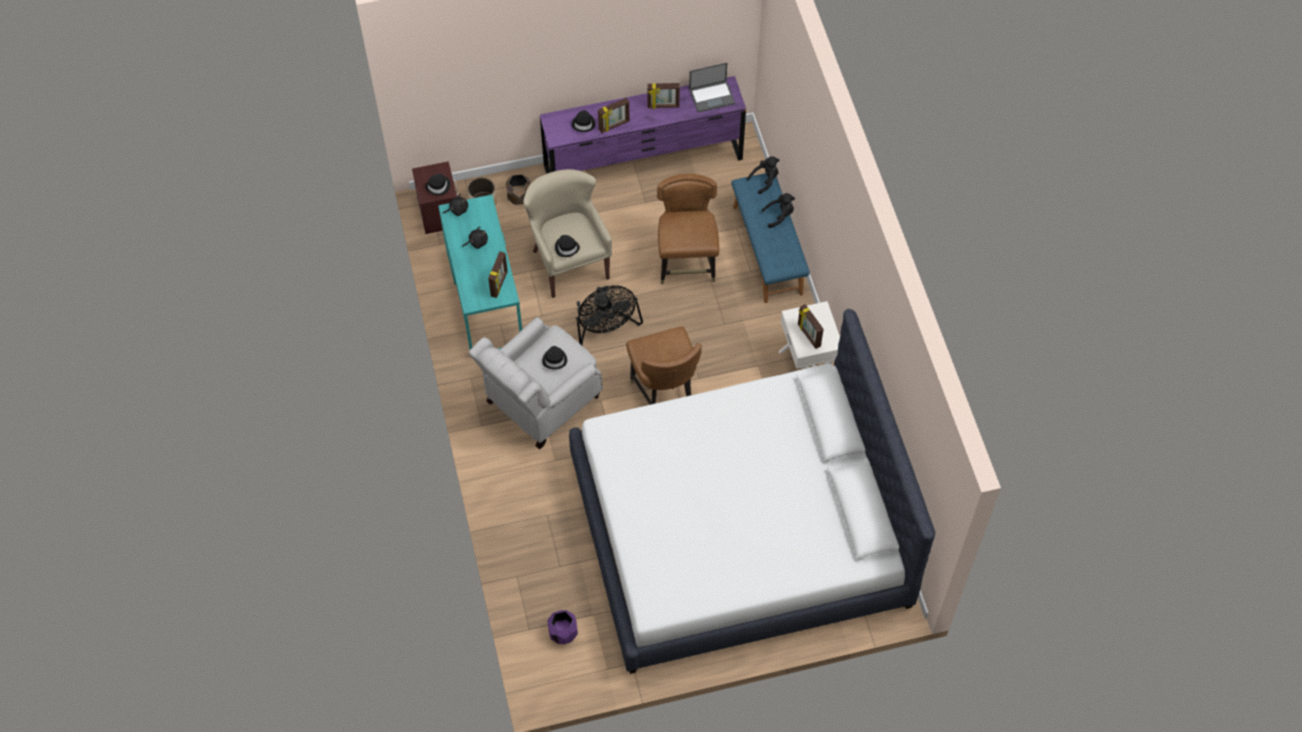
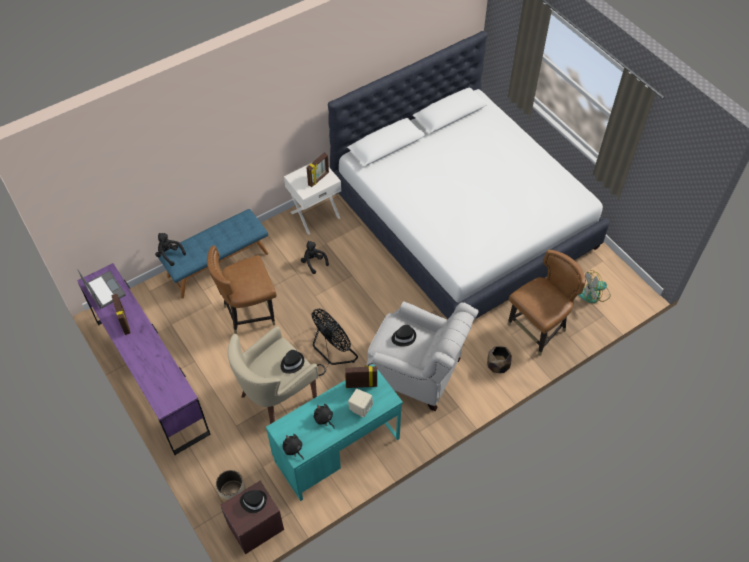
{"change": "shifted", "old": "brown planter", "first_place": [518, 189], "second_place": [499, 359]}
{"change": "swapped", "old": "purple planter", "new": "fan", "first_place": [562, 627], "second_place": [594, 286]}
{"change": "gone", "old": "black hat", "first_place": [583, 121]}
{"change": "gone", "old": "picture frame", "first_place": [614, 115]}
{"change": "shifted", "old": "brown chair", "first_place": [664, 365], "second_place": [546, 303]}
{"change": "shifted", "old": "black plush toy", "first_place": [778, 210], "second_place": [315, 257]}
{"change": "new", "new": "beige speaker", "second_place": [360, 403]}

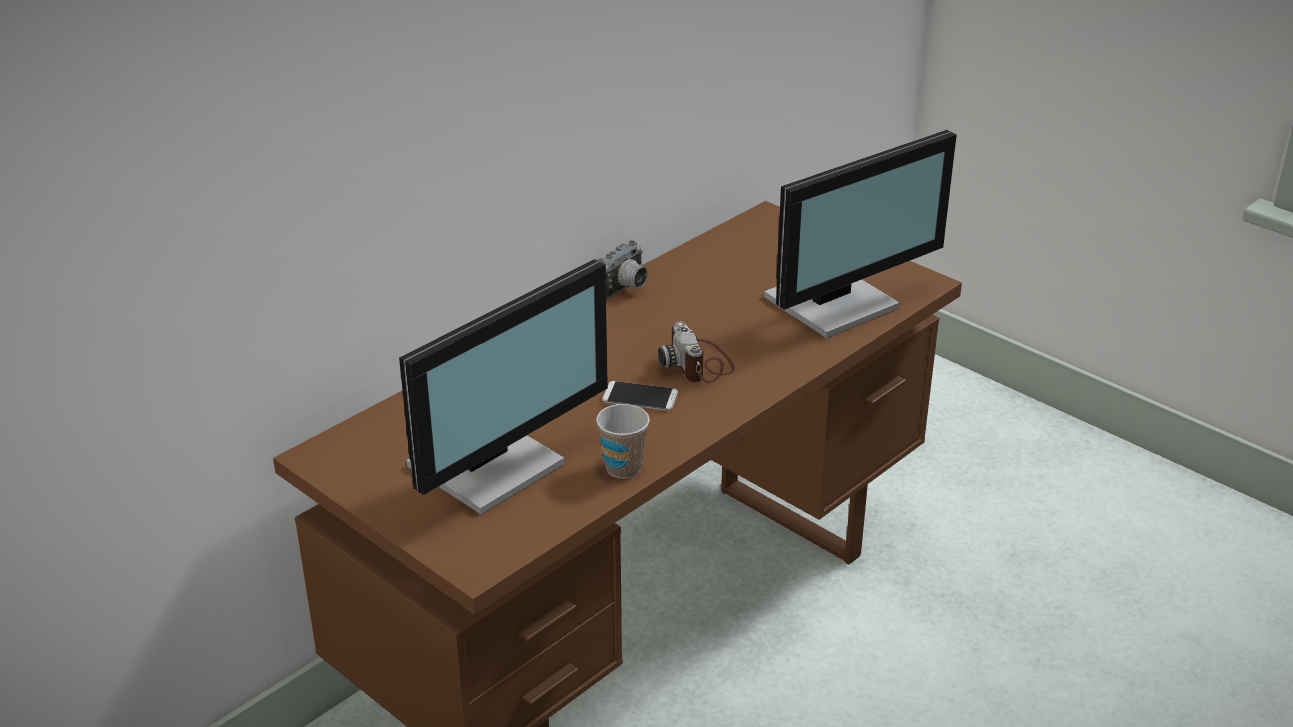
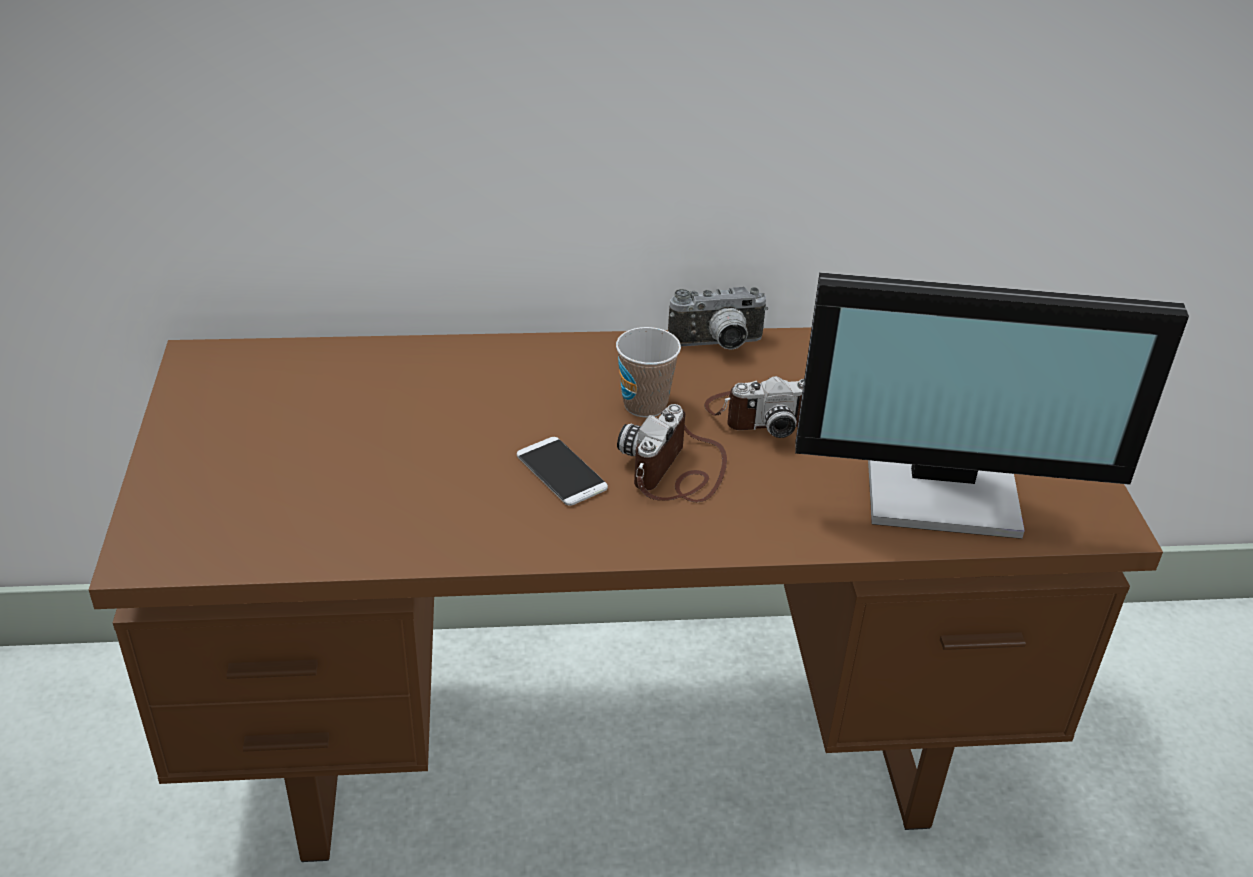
{"change": "gone", "old": "monitor", "first_place": [503, 387]}
{"change": "shifted", "old": "cup", "first_place": [623, 441], "second_place": [648, 372]}
{"change": "new", "new": "photo camera", "second_place": [754, 407]}

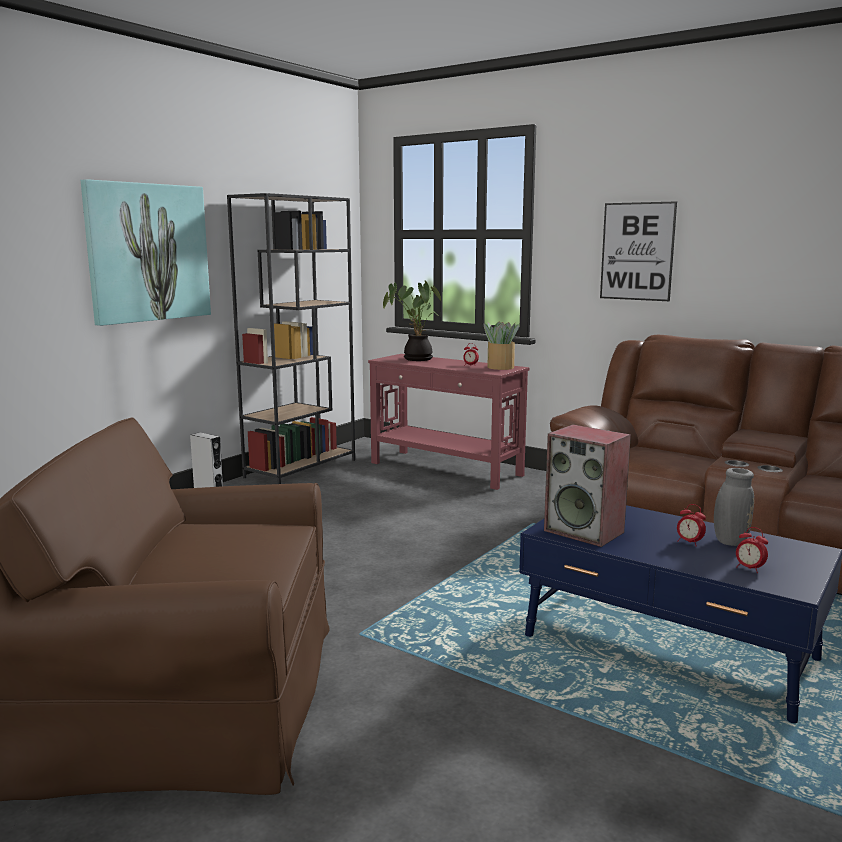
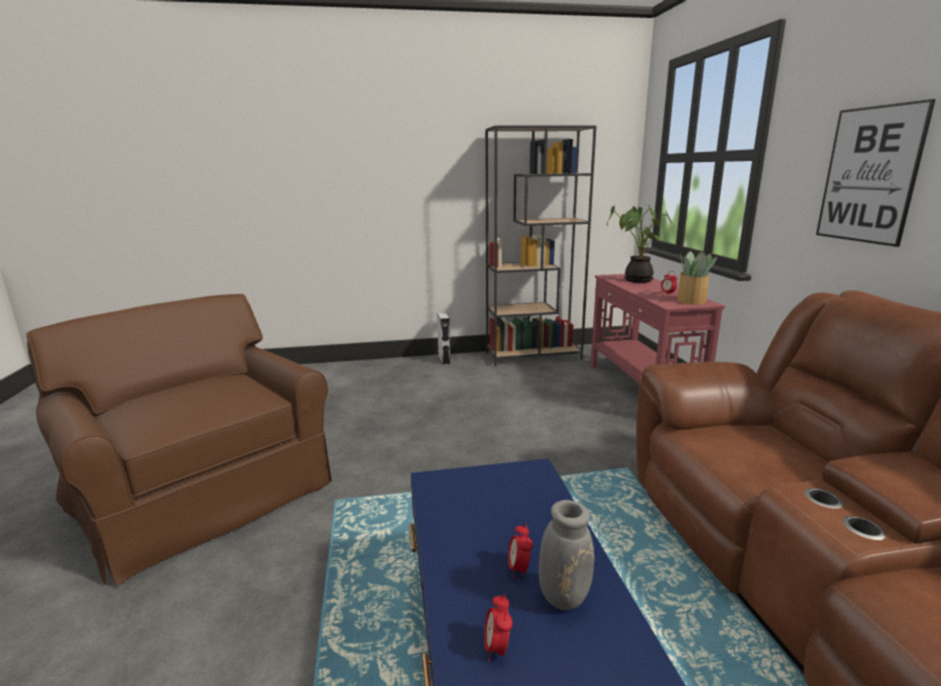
{"change": "gone", "old": "picture", "first_place": [146, 252]}
{"change": "gone", "old": "speaker", "first_place": [587, 485]}

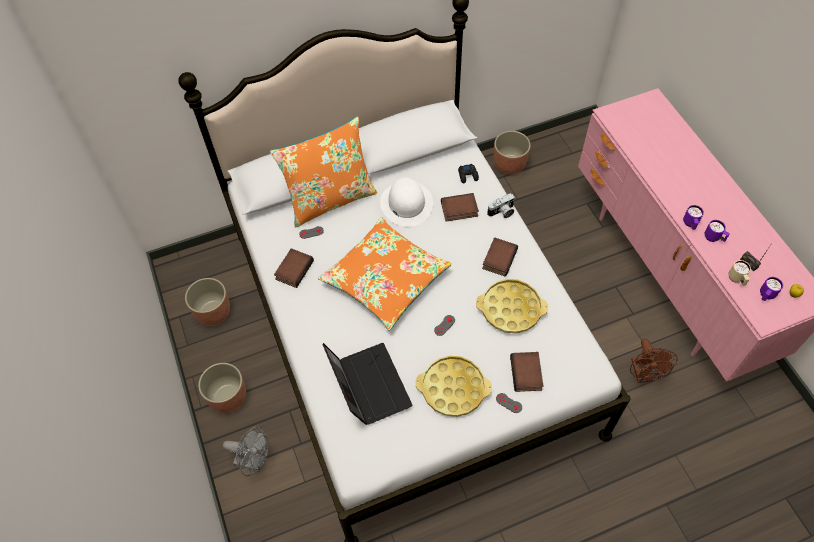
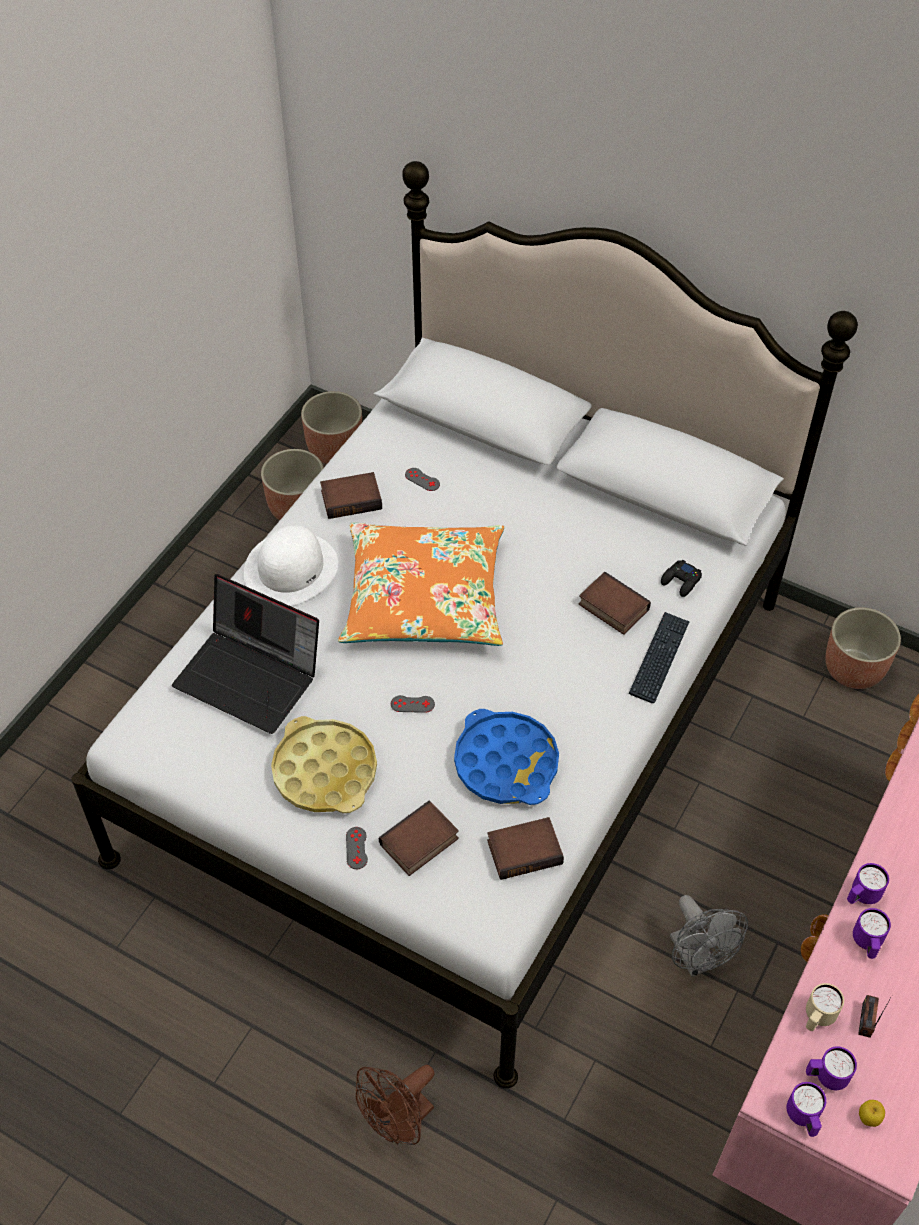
{"change": "shifted", "old": "planter", "first_place": [222, 388], "second_place": [331, 427]}
{"change": "shifted", "old": "grey fan", "first_place": [246, 451], "second_place": [709, 936]}
{"change": "gone", "old": "orange pillow", "first_place": [323, 172]}
{"change": "rotated", "old": "laptop", "first_place": [367, 384], "second_place": [245, 654], "degrees": 90}
{"change": "shifted", "old": "white hat", "first_place": [406, 202], "second_place": [291, 565]}
{"change": "repainted", "old": "yellow tray", "new": "blue tray", "first_place": [512, 306], "second_place": [506, 757]}
{"change": "shifted", "old": "book", "first_place": [500, 257], "second_place": [525, 848]}
{"change": "swapped", "old": "photo camera", "new": "keyboard", "first_place": [500, 205], "second_place": [659, 657]}
{"change": "shifted", "old": "brown fan", "first_place": [654, 360], "second_place": [395, 1105]}
{"change": "new", "new": "purple mug", "second_place": [806, 1109]}

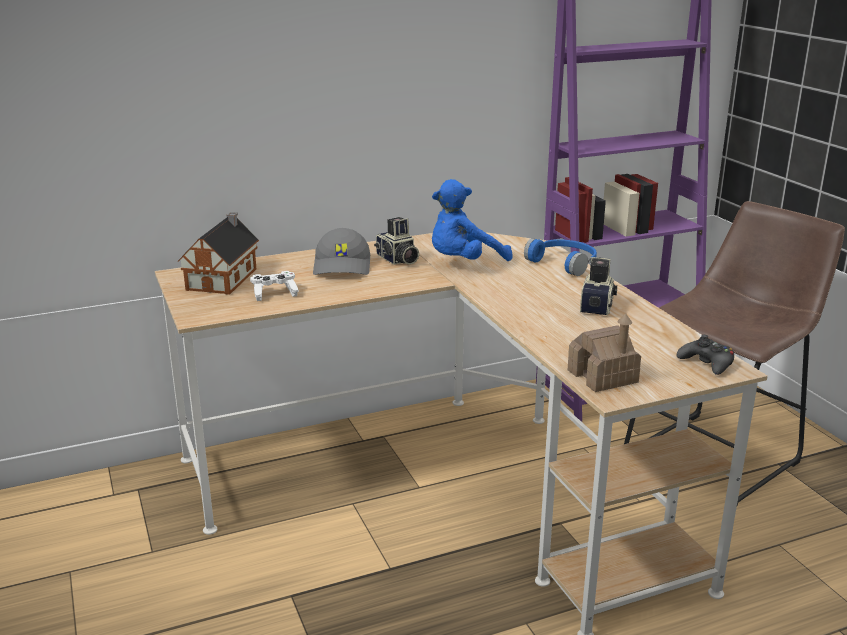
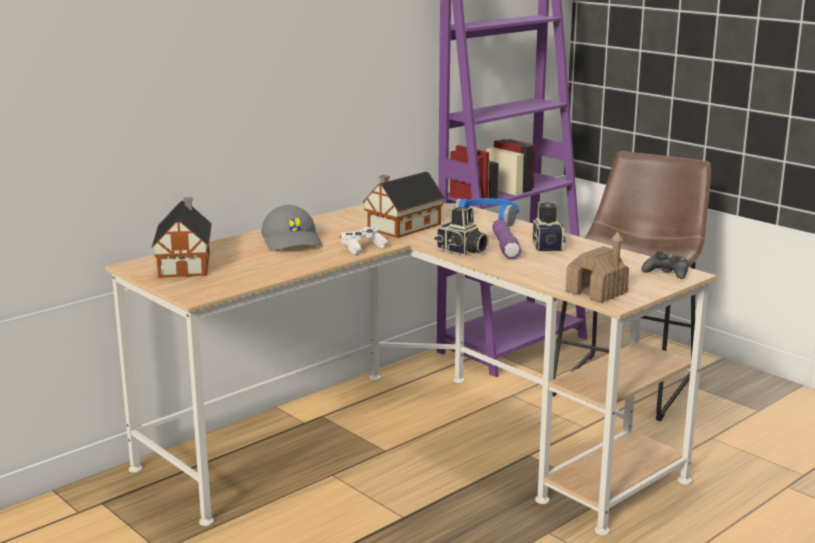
{"change": "shifted", "old": "white game controller", "first_place": [274, 286], "second_place": [364, 240]}
{"change": "shifted", "old": "photo camera", "first_place": [396, 241], "second_place": [461, 231]}
{"change": "swapped", "old": "blue plush toy", "new": "toy house", "first_place": [472, 220], "second_place": [404, 205]}
{"change": "new", "new": "purple flashlight", "second_place": [506, 239]}

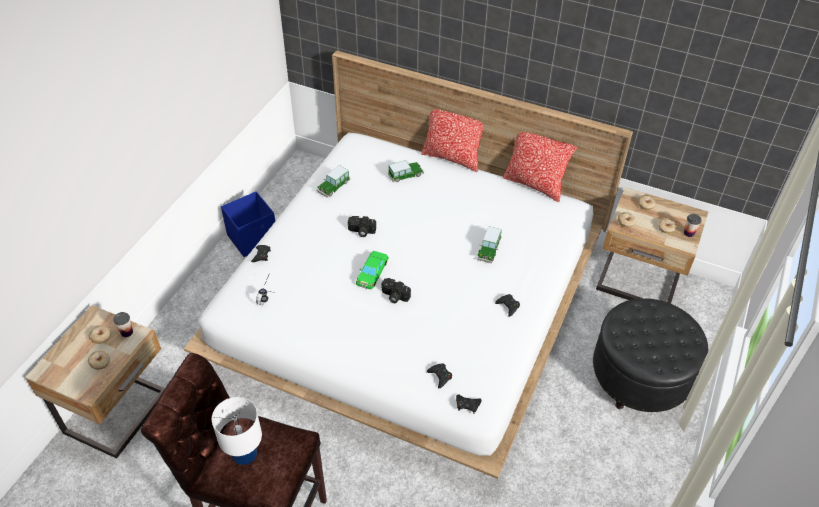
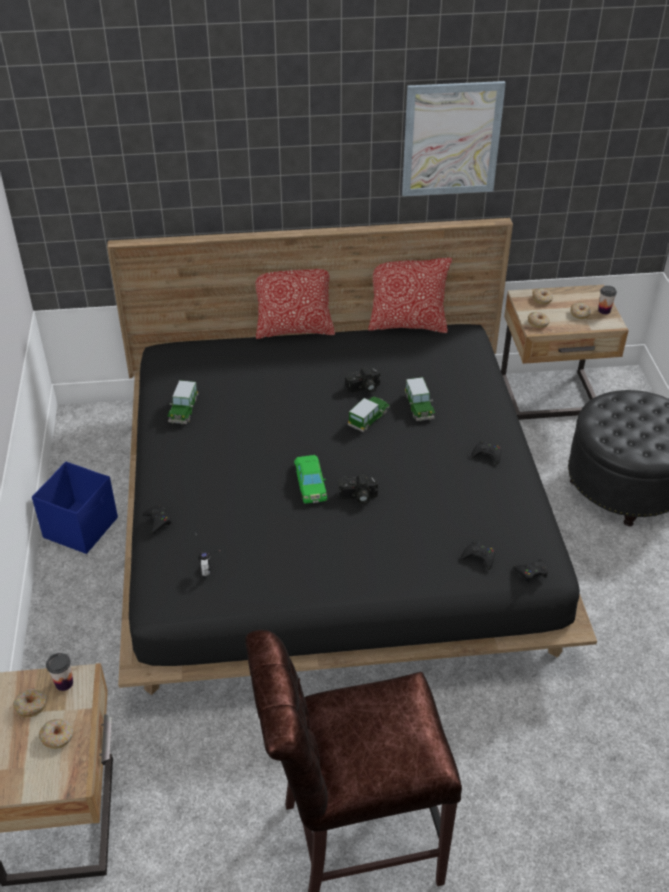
{"change": "repainted", "old": "white bed", "new": "black bed", "first_place": [408, 264], "second_place": [352, 456]}
{"change": "gone", "old": "white table lamp", "first_place": [237, 431]}
{"change": "shifted", "old": "photo camera", "first_place": [362, 226], "second_place": [362, 380]}
{"change": "shifted", "old": "toy car", "first_place": [406, 171], "second_place": [369, 414]}
{"change": "new", "new": "picture", "second_place": [454, 138]}

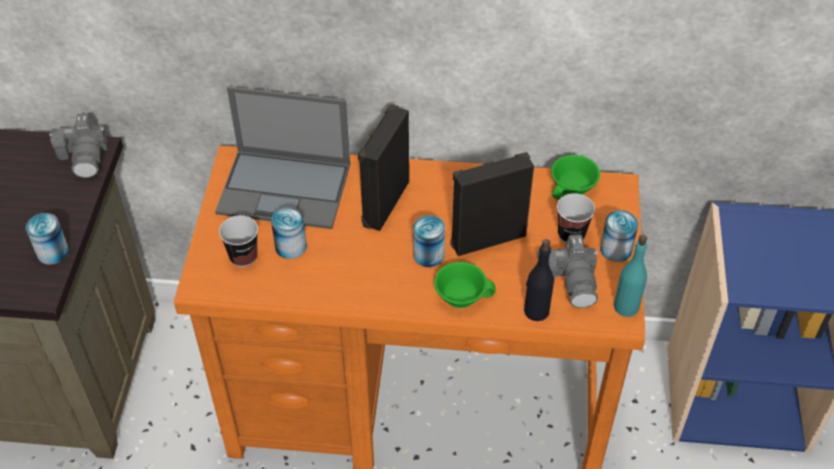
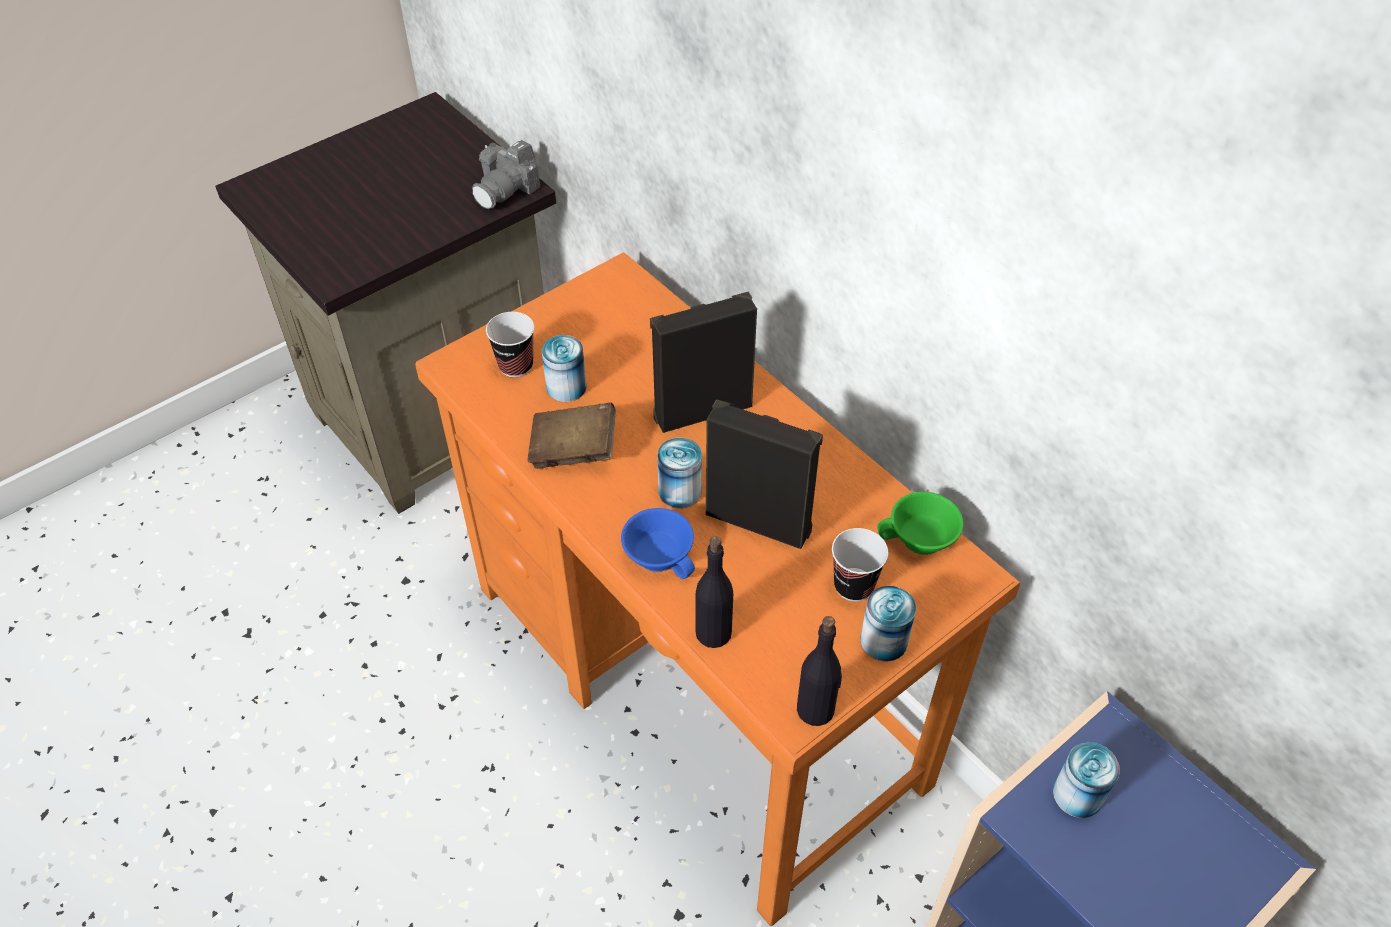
{"change": "shifted", "old": "can", "first_place": [47, 239], "second_place": [1086, 780]}
{"change": "gone", "old": "laptop", "first_place": [282, 157]}
{"change": "repainted", "old": "green cup", "new": "blue cup", "first_place": [465, 285], "second_place": [658, 543]}
{"change": "gone", "old": "photo camera", "first_place": [567, 271]}
{"change": "repainted", "old": "turquoise bottle", "new": "black bottle", "first_place": [630, 275], "second_place": [819, 671]}
{"change": "new", "new": "brown book", "second_place": [571, 435]}

